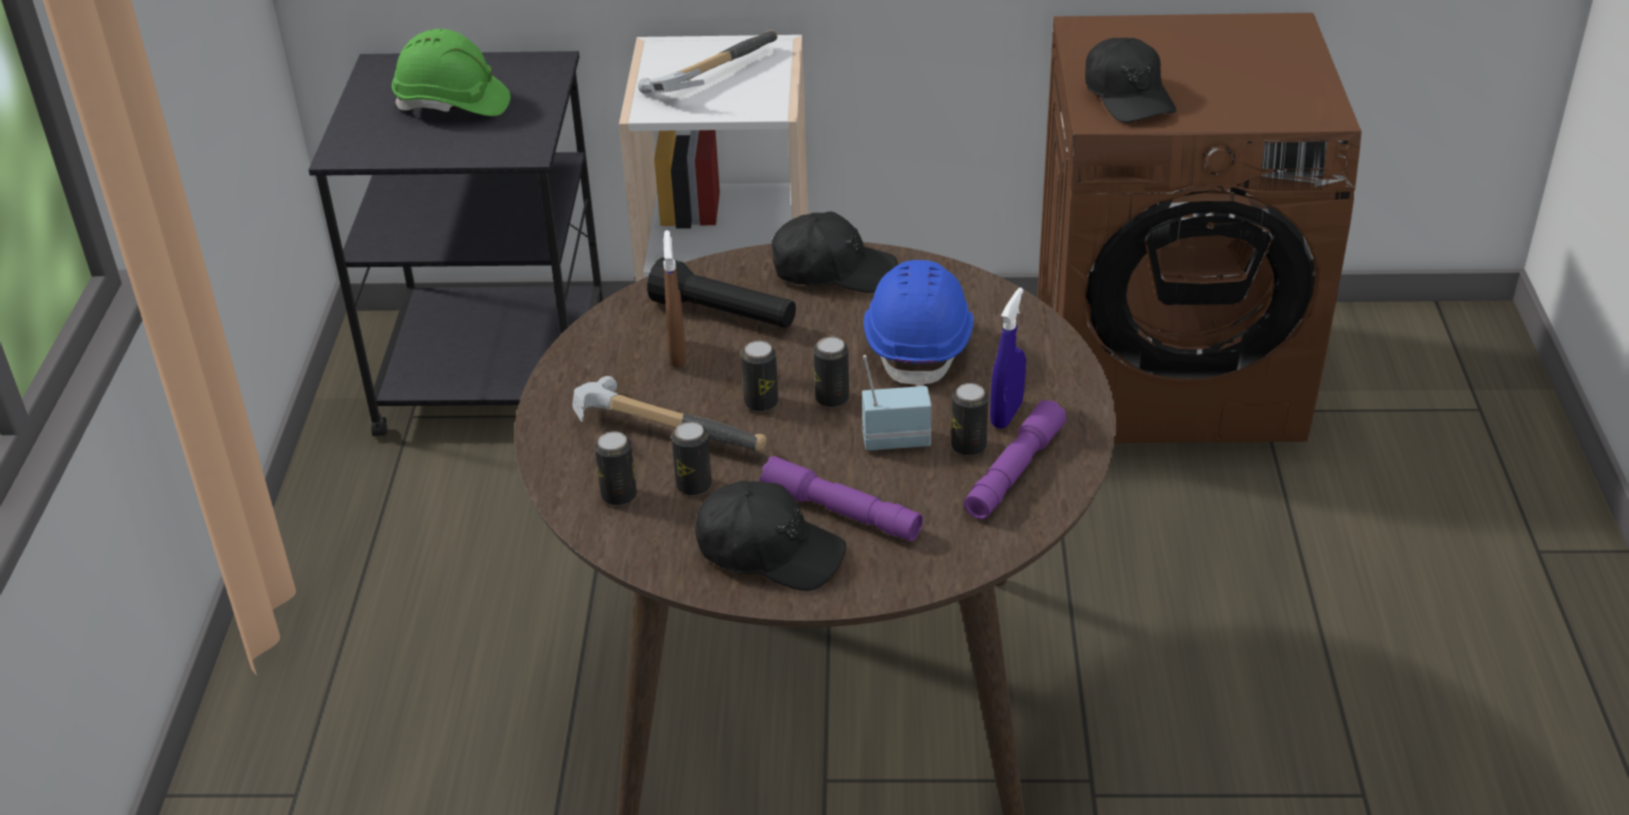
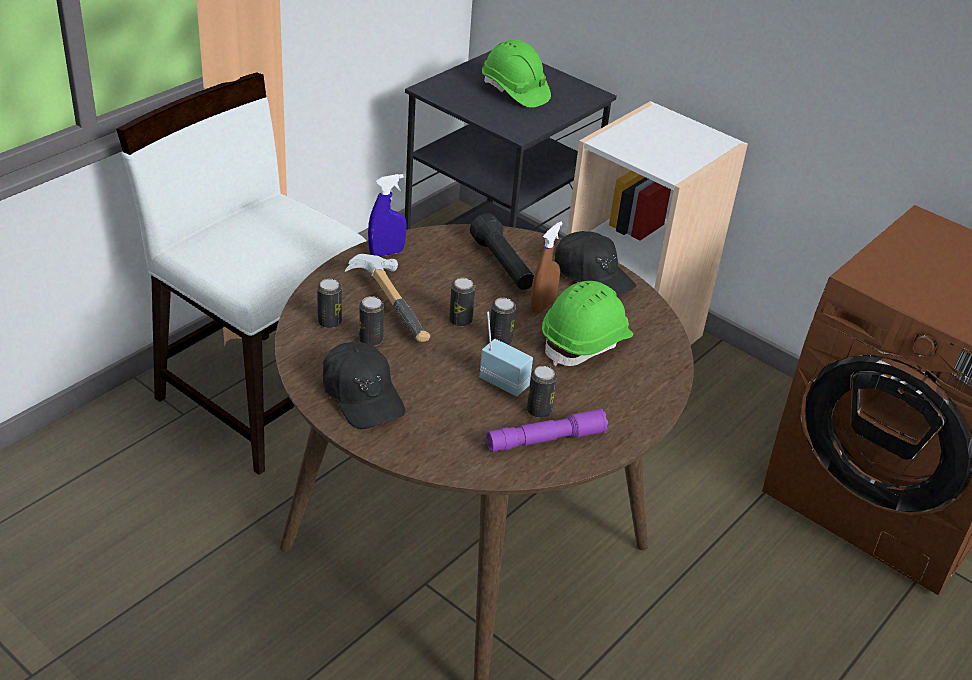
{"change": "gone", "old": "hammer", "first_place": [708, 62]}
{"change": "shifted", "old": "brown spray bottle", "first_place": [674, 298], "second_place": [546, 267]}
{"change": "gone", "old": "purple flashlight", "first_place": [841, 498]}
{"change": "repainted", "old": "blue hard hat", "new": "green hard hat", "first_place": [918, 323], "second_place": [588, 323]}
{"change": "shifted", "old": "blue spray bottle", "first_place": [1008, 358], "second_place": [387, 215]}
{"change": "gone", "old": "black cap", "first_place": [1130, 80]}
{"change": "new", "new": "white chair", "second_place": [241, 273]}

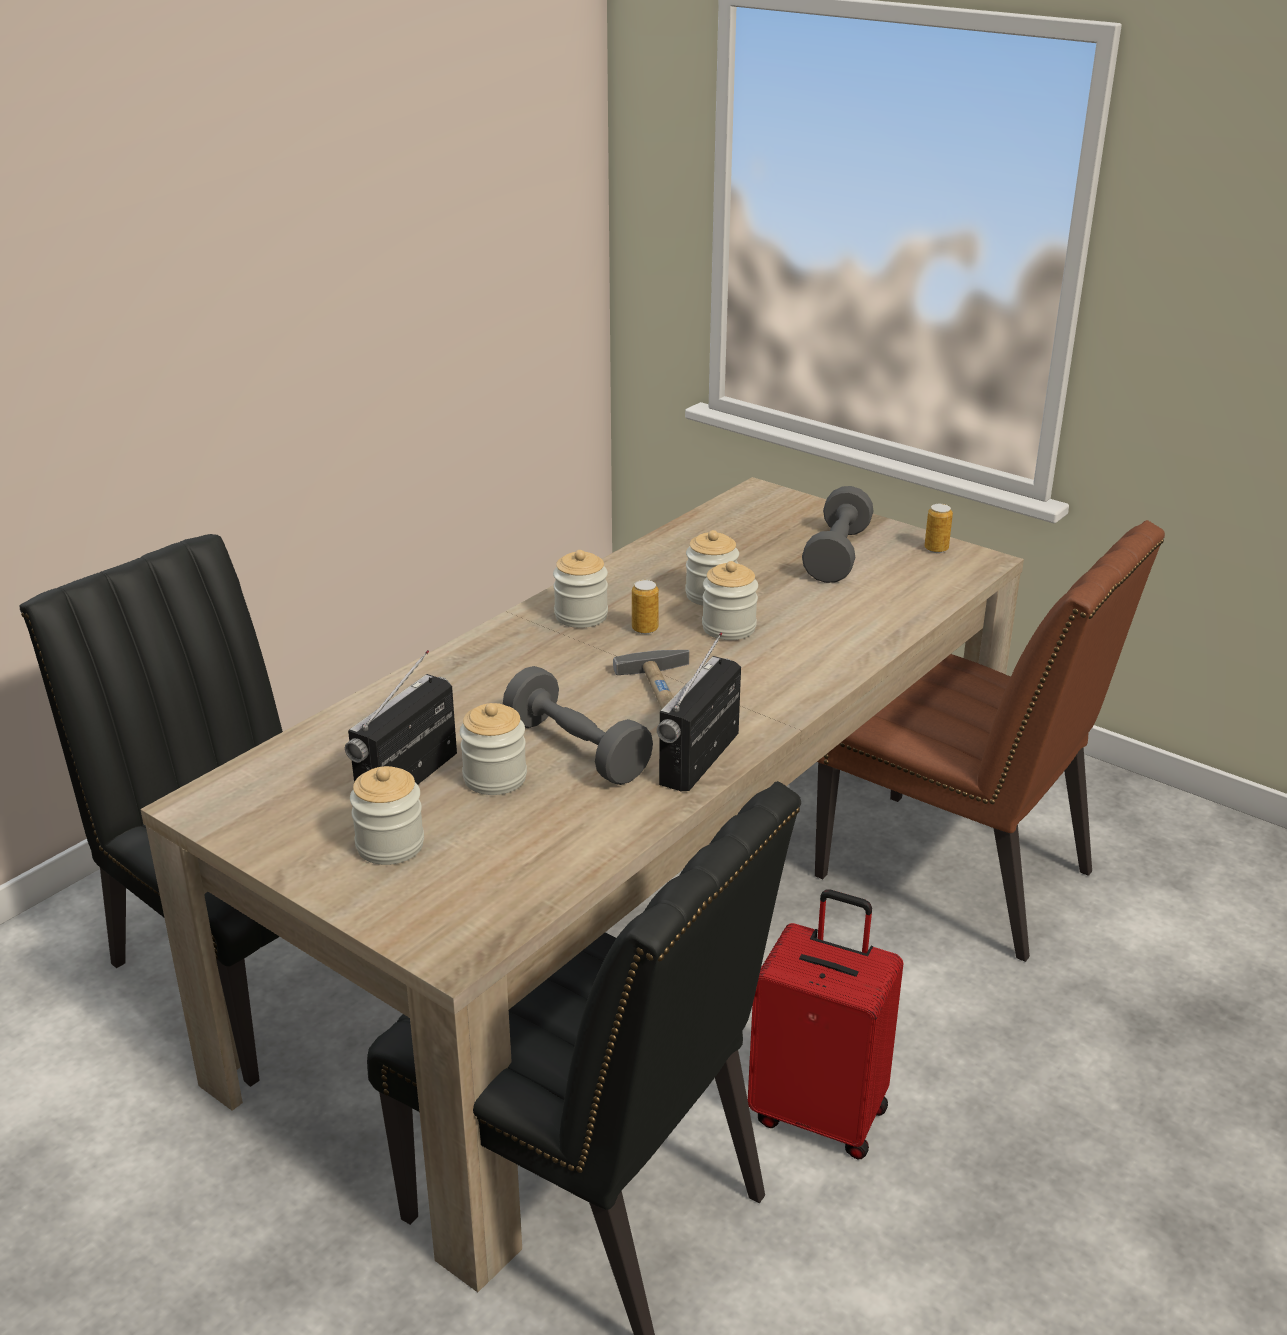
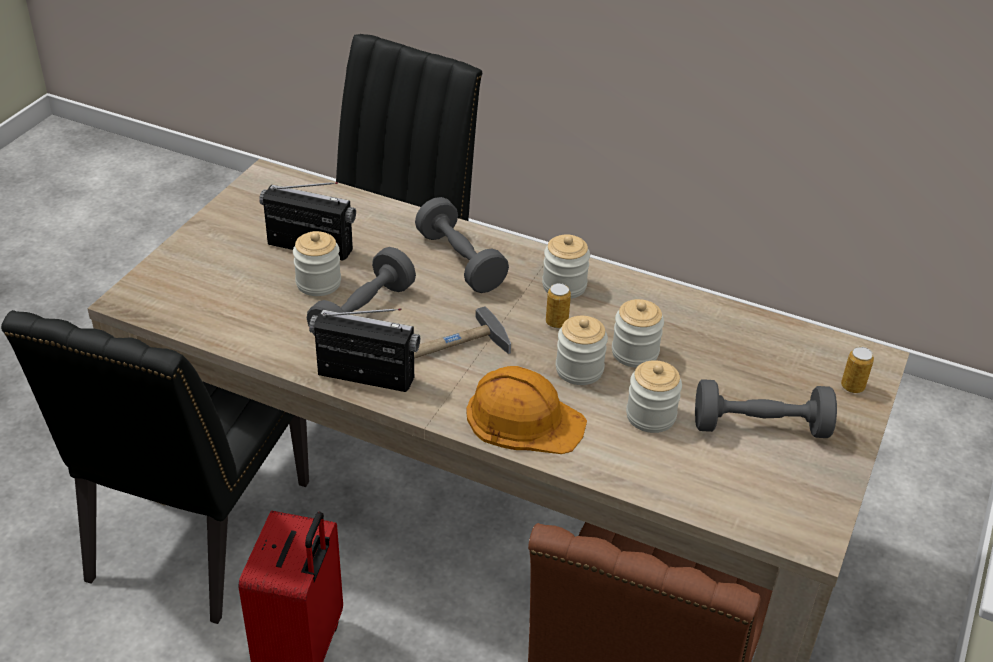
{"change": "shifted", "old": "jar", "first_place": [387, 815], "second_place": [654, 396]}
{"change": "shifted", "old": "can", "first_place": [939, 528], "second_place": [857, 370]}
{"change": "new", "new": "grey dumbbell", "second_place": [462, 245]}
{"change": "new", "new": "orange hard hat", "second_place": [526, 410]}

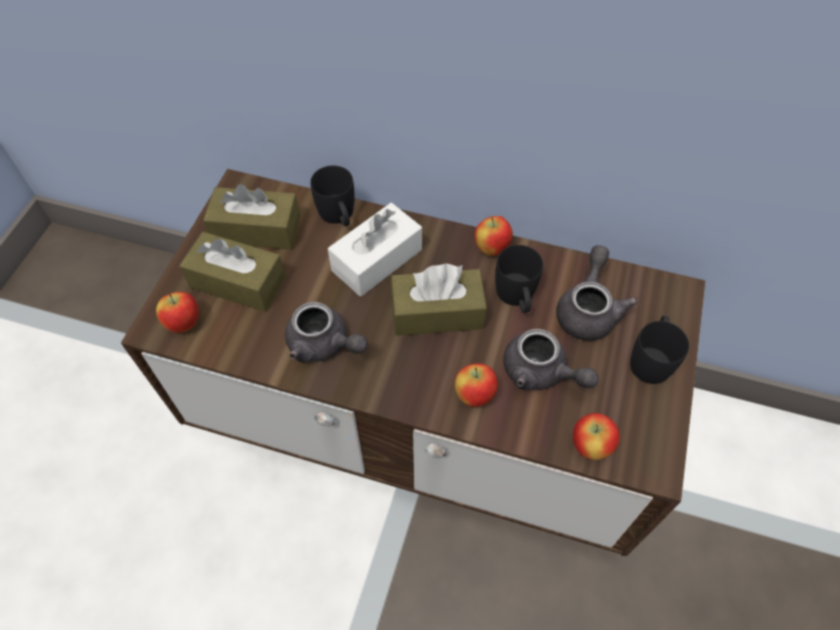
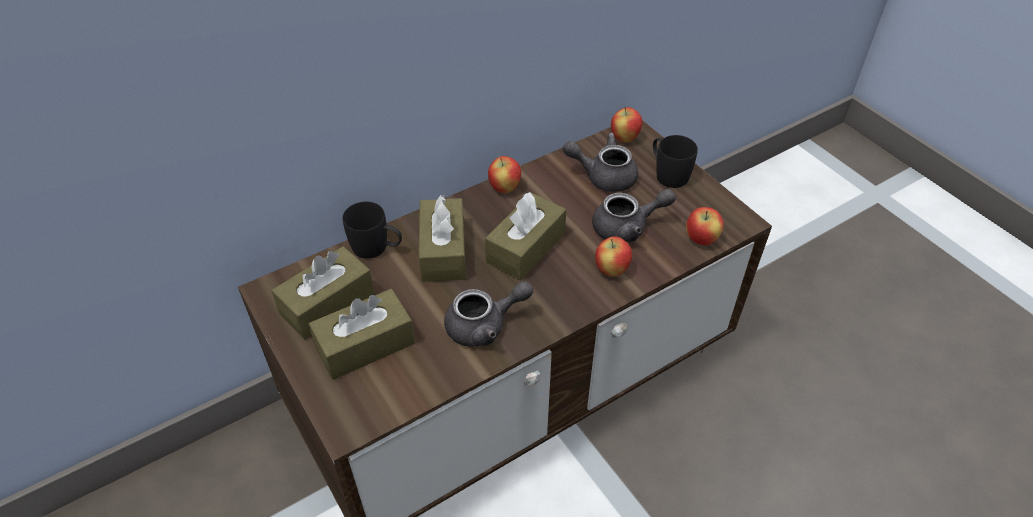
{"change": "shifted", "old": "apple", "first_place": [177, 312], "second_place": [627, 124]}
{"change": "repainted", "old": "white tissue box", "new": "brown tissue box", "first_place": [375, 249], "second_place": [442, 238]}
{"change": "gone", "old": "black mug", "first_place": [519, 279]}
{"change": "rotated", "old": "grey teapot", "first_place": [597, 292], "second_place": [600, 162], "degrees": -45}

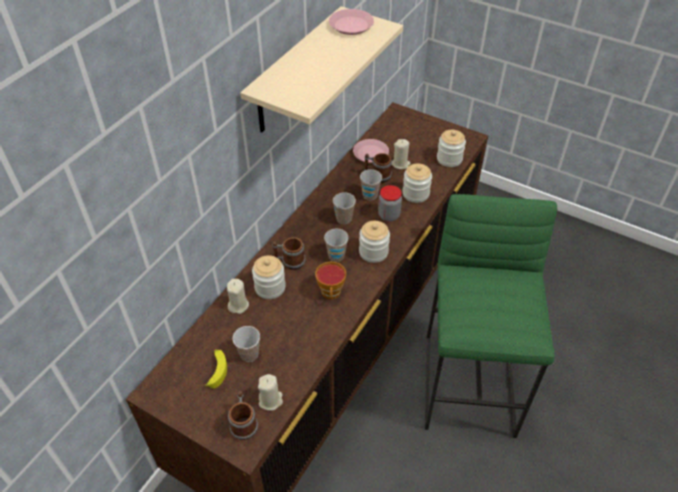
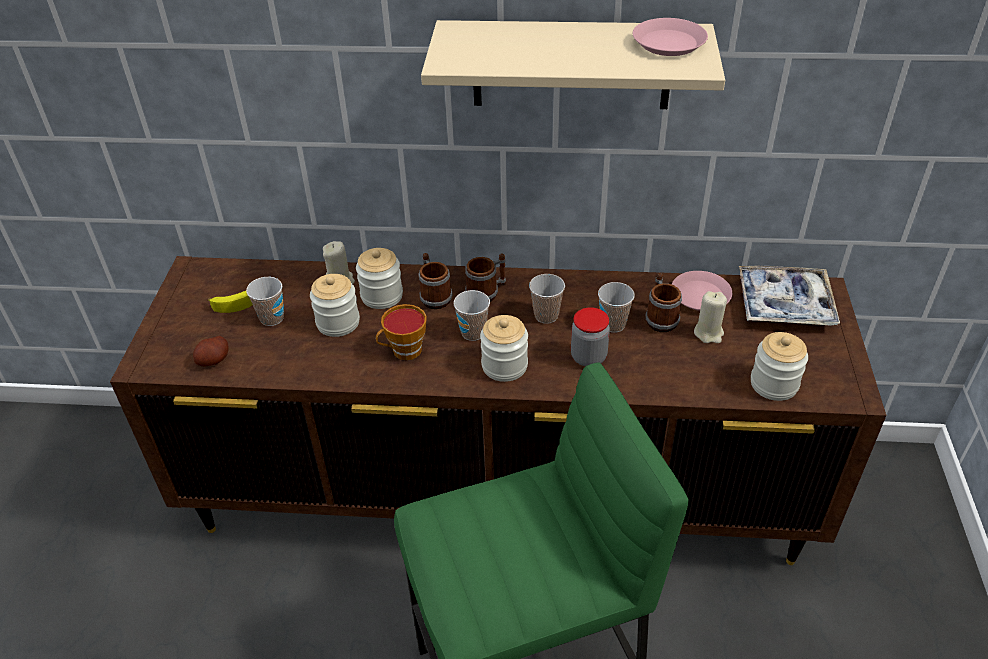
{"change": "shifted", "old": "mug", "first_place": [243, 415], "second_place": [485, 277]}
{"change": "swapped", "old": "beige candle", "new": "potato", "first_place": [270, 392], "second_place": [211, 351]}
{"change": "shifted", "old": "jar", "first_place": [417, 183], "second_place": [335, 305]}
{"change": "new", "new": "tray", "second_place": [789, 296]}

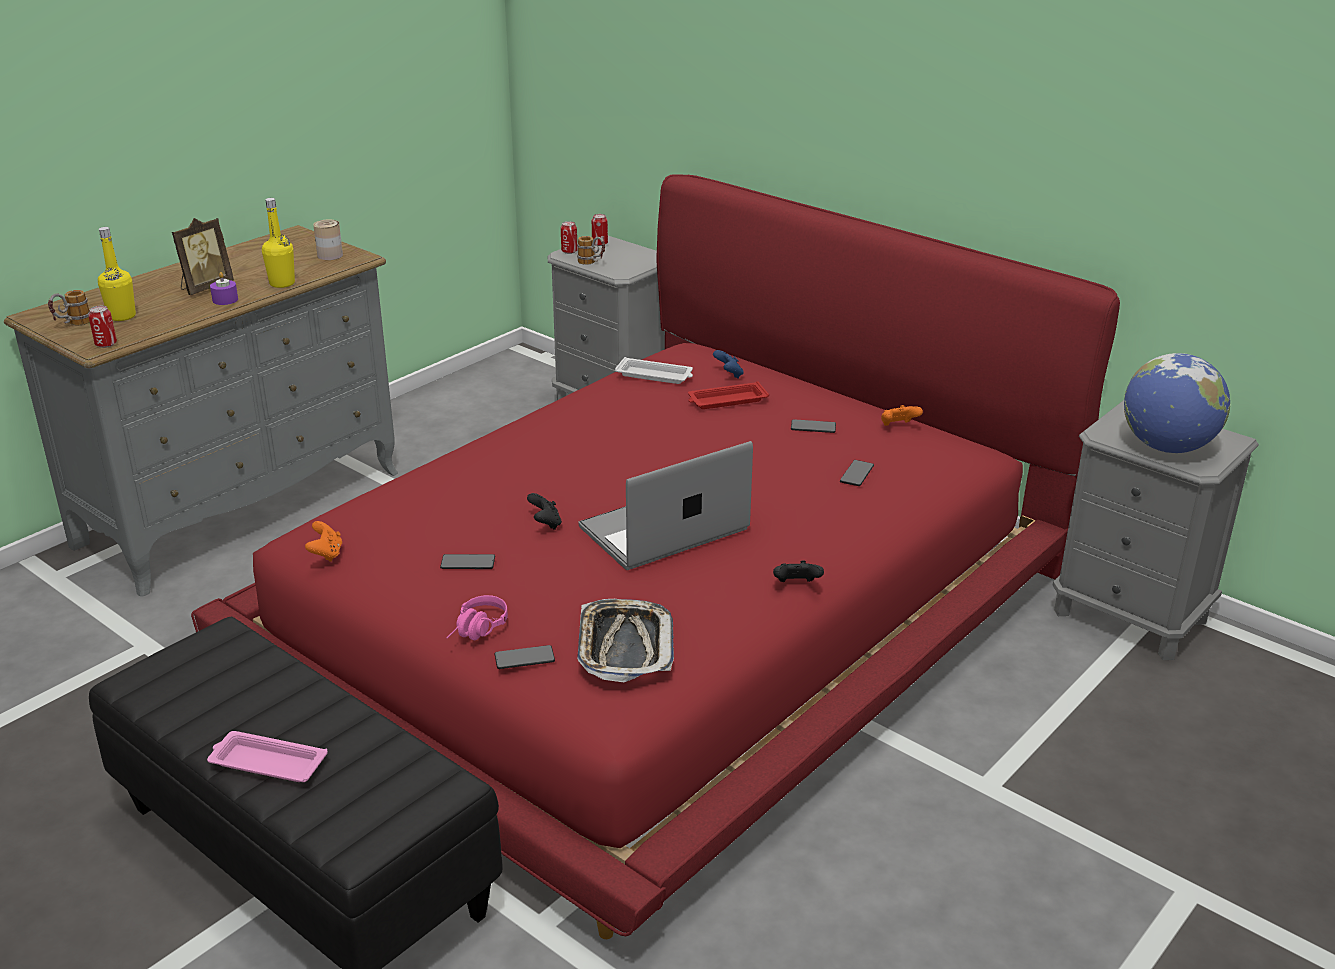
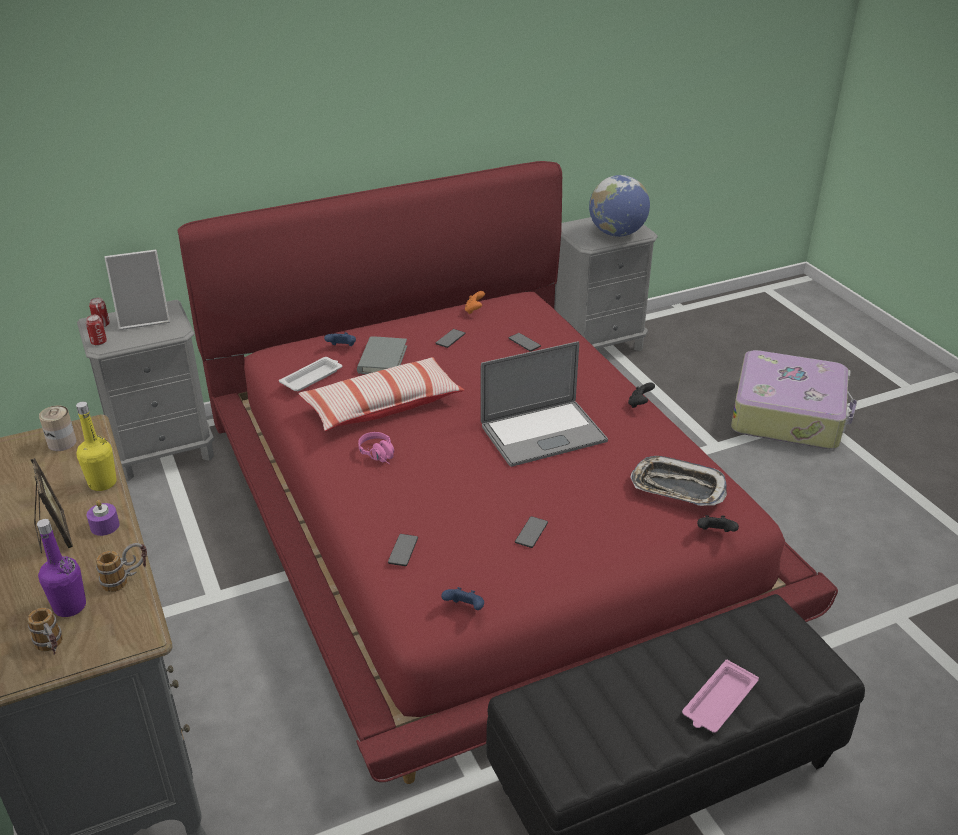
{"change": "gone", "old": "can", "first_place": [102, 327]}
{"change": "repainted", "old": "yellow bottle", "new": "purple bottle", "first_place": [117, 274], "second_place": [61, 568]}
{"change": "repainted", "old": "orange game controller", "new": "blue game controller", "first_place": [323, 541], "second_place": [462, 598]}
{"change": "shifted", "old": "pink headphones", "first_place": [477, 617], "second_place": [376, 448]}
{"change": "shifted", "old": "phone", "first_place": [525, 657], "second_place": [403, 550]}
{"change": "shifted", "old": "black game controller", "first_place": [544, 511], "second_place": [718, 523]}
{"change": "shifted", "old": "mug", "first_place": [591, 250], "second_place": [121, 567]}
{"change": "rotated", "old": "laptop", "first_place": [666, 505], "second_place": [544, 404], "degrees": -105}
{"change": "swapped", "old": "red tray", "new": "grey book", "first_place": [728, 395], "second_place": [382, 355]}
{"change": "new", "new": "picture frame", "second_place": [137, 290]}
{"change": "new", "new": "pillow", "second_place": [381, 394]}
{"change": "new", "new": "suitcase", "second_place": [794, 399]}

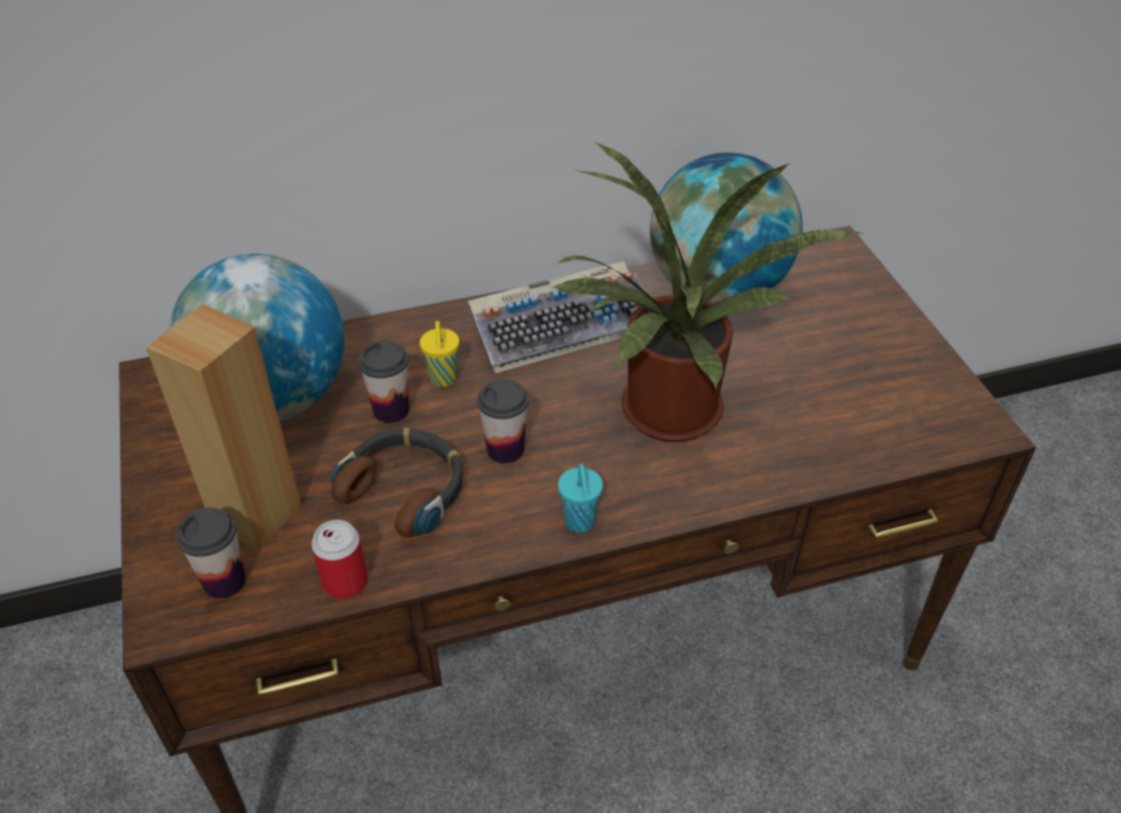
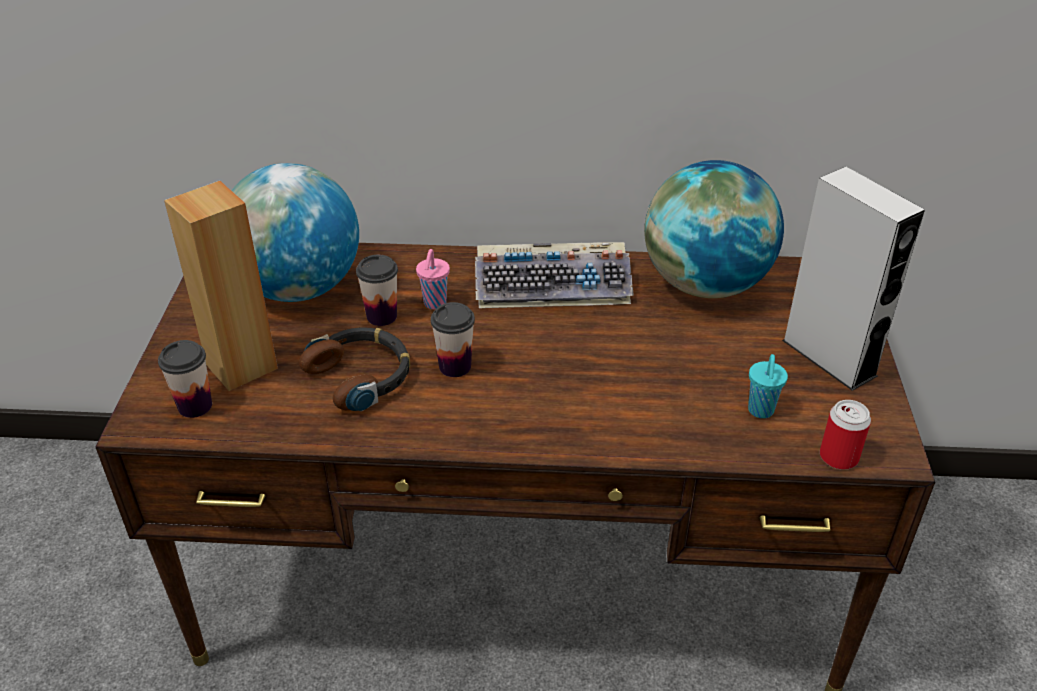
{"change": "shifted", "old": "can", "first_place": [339, 559], "second_place": [845, 435]}
{"change": "repainted", "old": "yellow cup", "new": "pink cup", "first_place": [439, 354], "second_place": [433, 279]}
{"change": "gone", "old": "potted plant", "first_place": [706, 292]}
{"change": "shifted", "old": "turquoise cup", "first_place": [580, 498], "second_place": [768, 386]}
{"change": "new", "new": "grey speaker", "second_place": [853, 279]}

